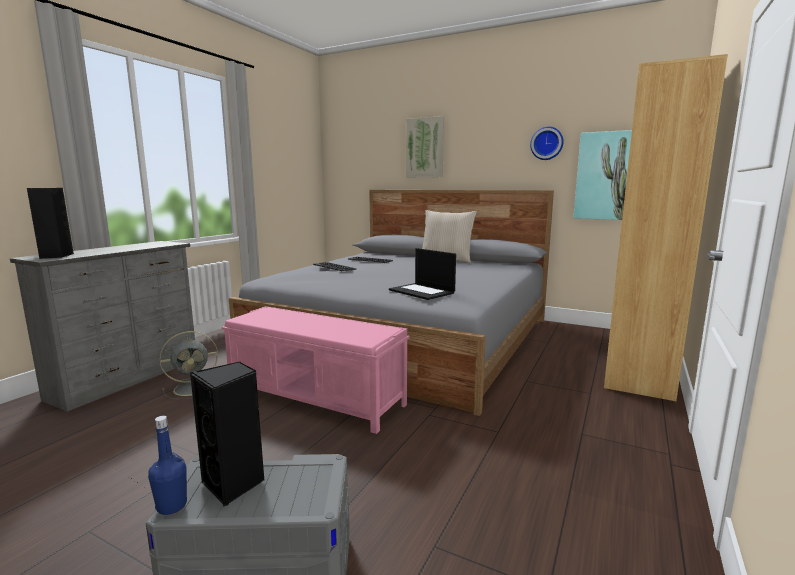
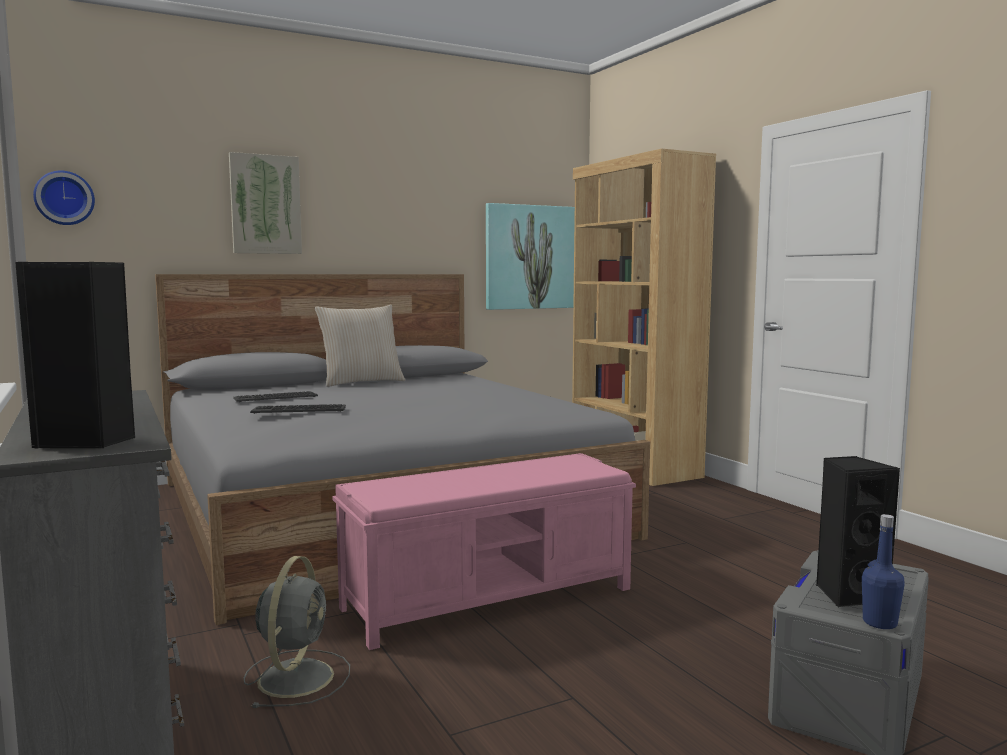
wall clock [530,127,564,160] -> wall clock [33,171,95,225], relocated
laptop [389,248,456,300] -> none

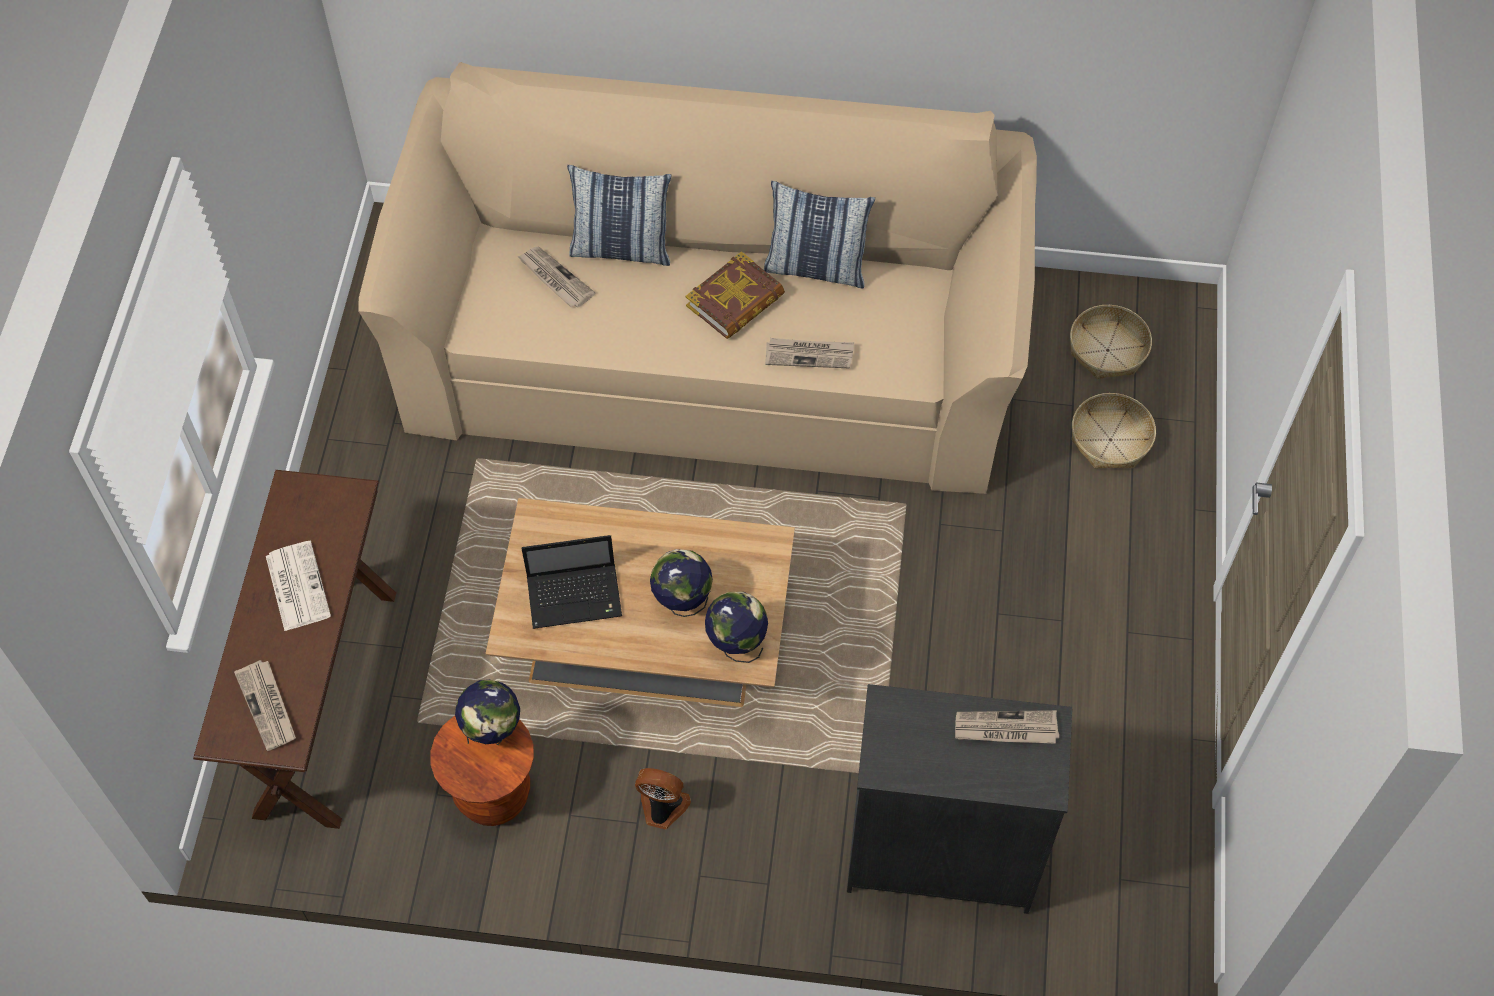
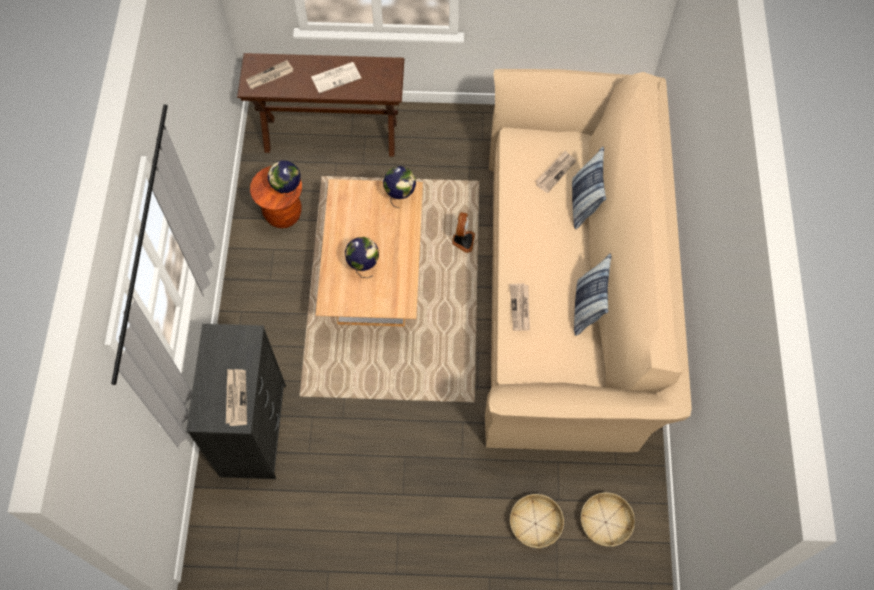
book [686,251,785,339] -> none
laptop [522,535,622,629] -> none
globe [705,592,768,663] -> globe [383,166,416,208], relocated
fan [635,768,691,830] -> fan [452,212,475,253], relocated

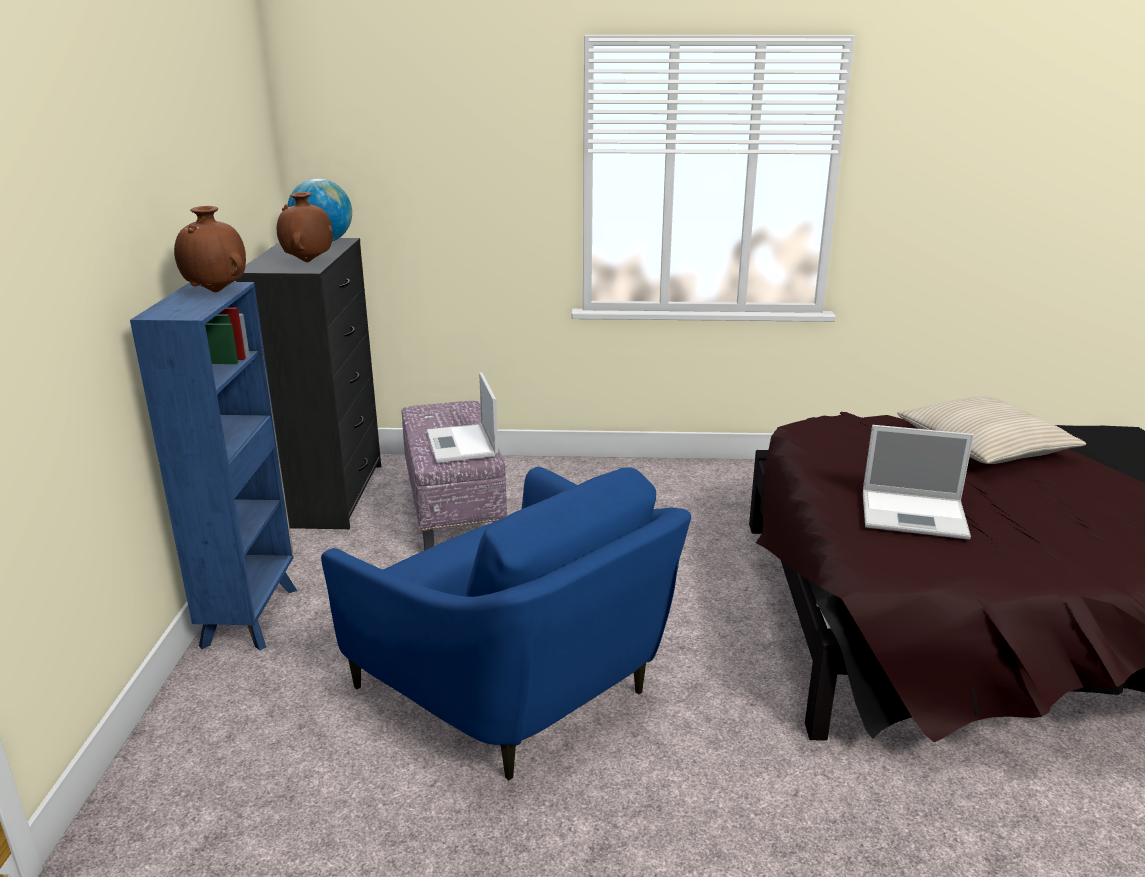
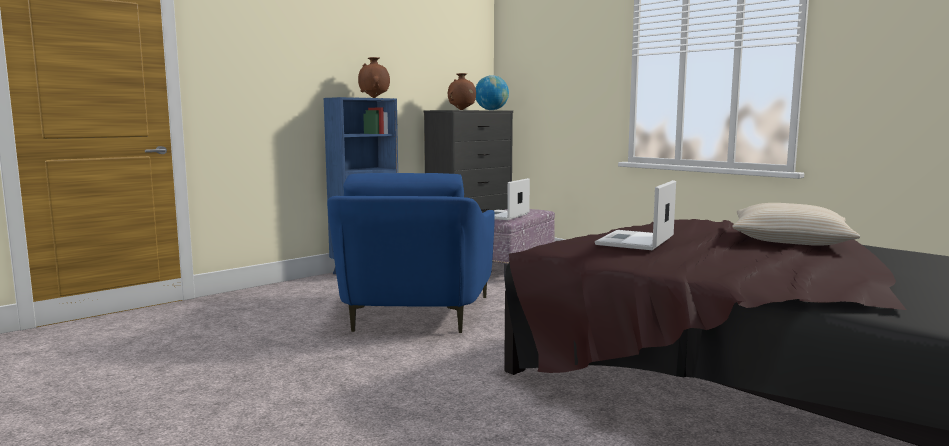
laptop [863,425,974,539] -> laptop [595,180,676,250], 60 degrees clockwise

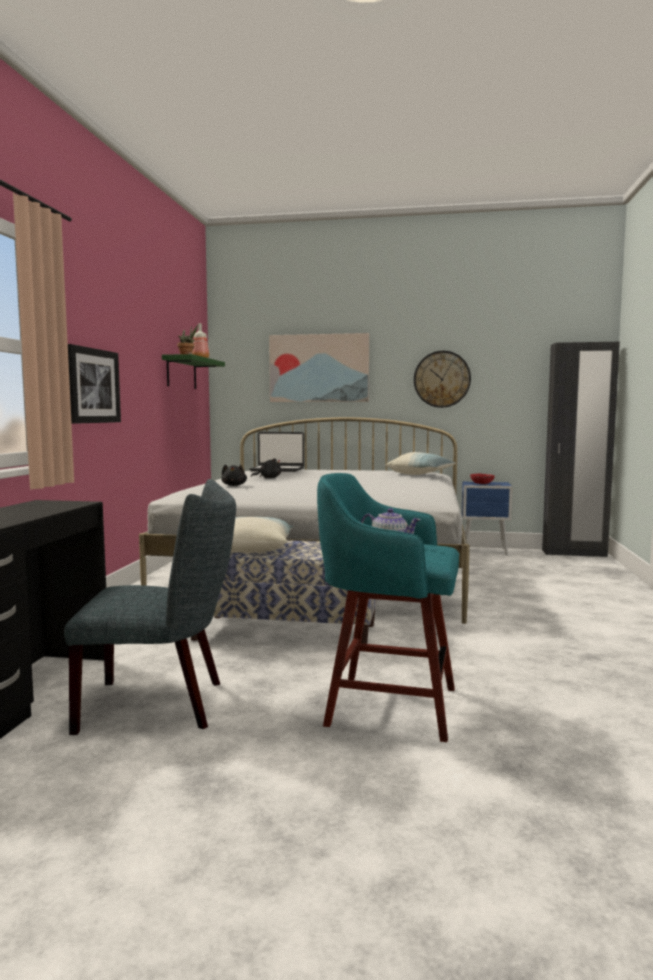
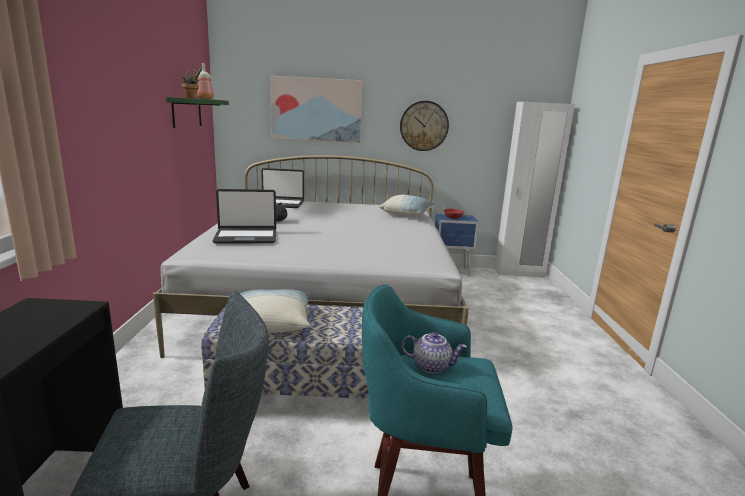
wardrobe (black) [542,342,620,557] -> wardrobe (white) [494,102,575,277]
picture [68,344,121,424] -> none
plush toy (black) [221,464,247,486] -> laptop [212,189,276,244]

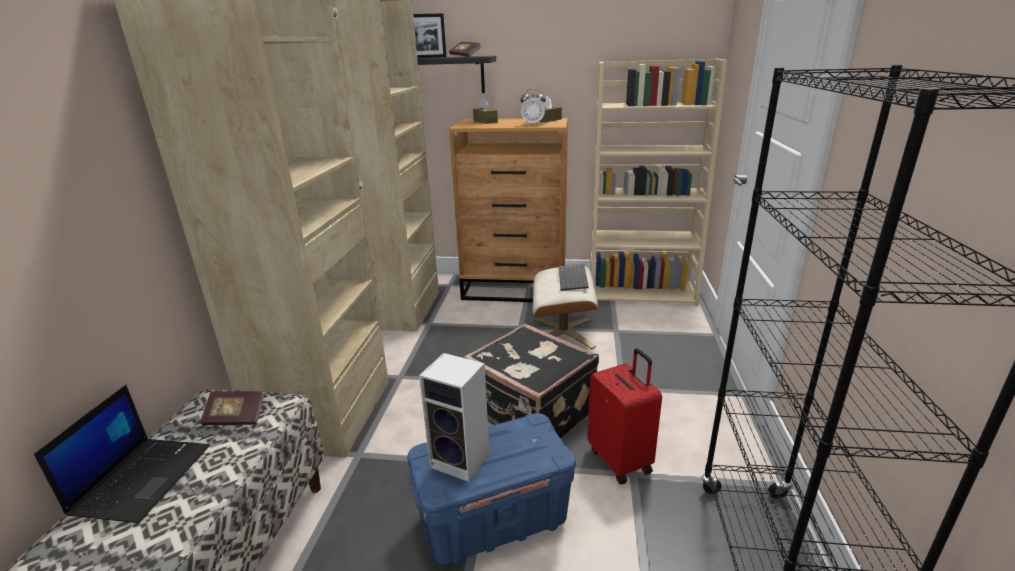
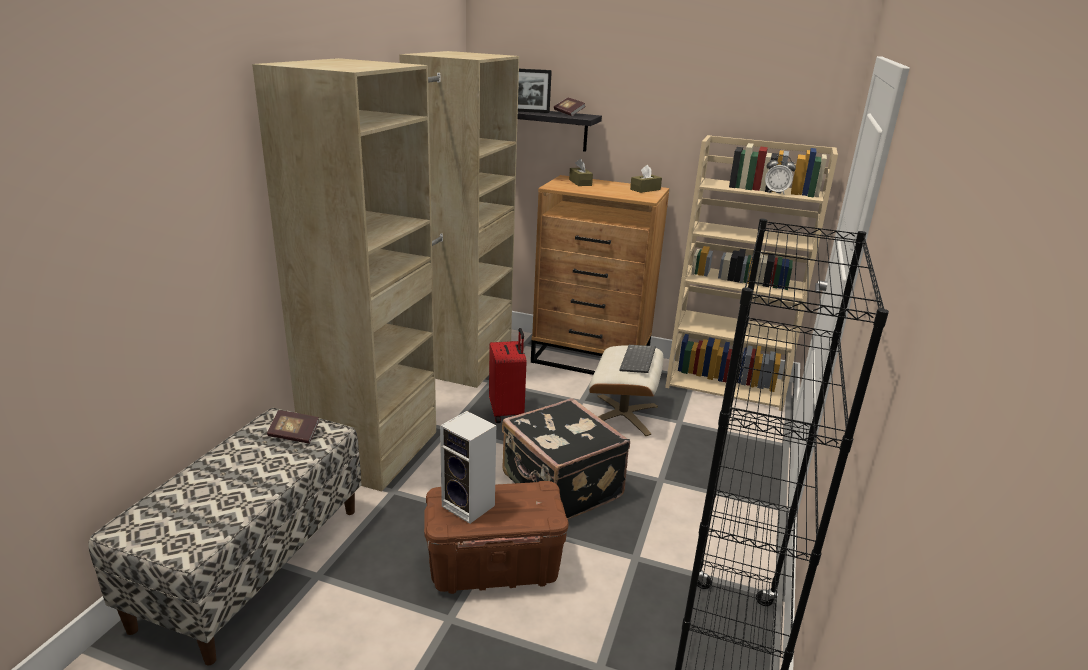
alarm clock [520,89,546,125] -> alarm clock [765,155,796,195], relocated
suitcase (red) [588,348,662,485] -> suitcase (red) [489,328,527,423], relocated
laptop [34,385,210,523] -> none
storage box (blue) [407,413,576,565] -> storage box (brown) [424,481,569,594]

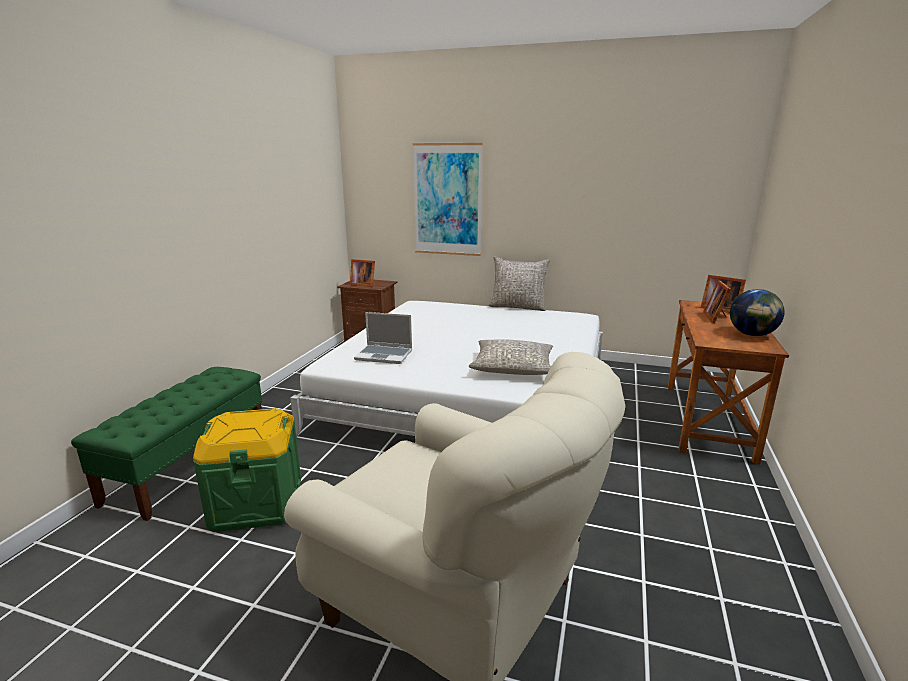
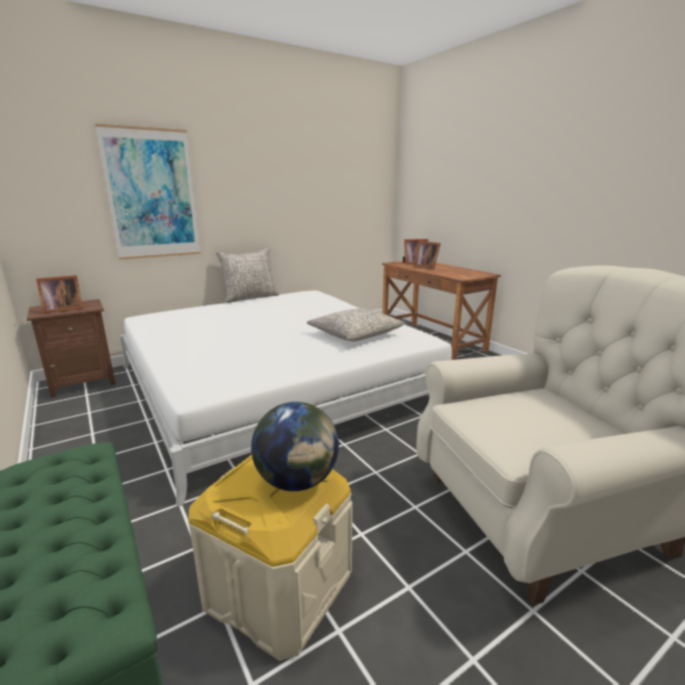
globe [730,289,784,336] -> globe [251,402,339,491], relocated
laptop [354,312,412,364] -> none
storage box (green) [193,408,301,532] -> storage box (beige) [188,455,353,661]

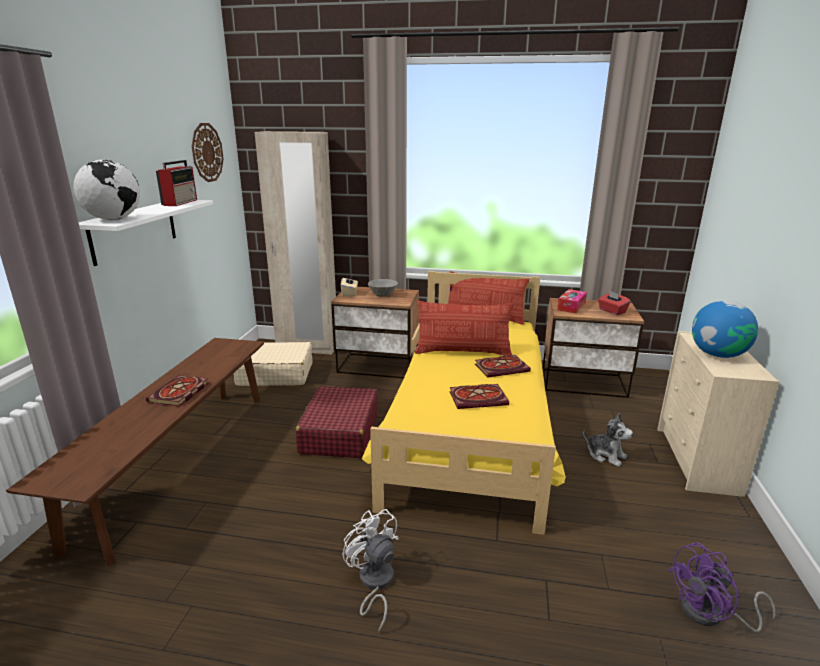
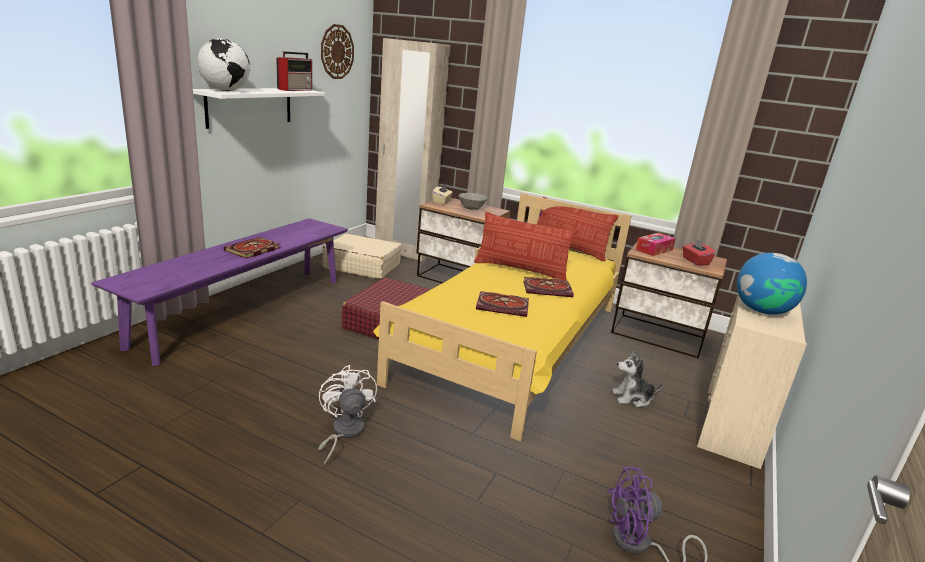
bench (brown) [6,338,264,567] -> bench (purple) [91,218,348,366]
plush toy [583,413,633,467] -> plush toy [612,351,663,407], 120 degrees clockwise

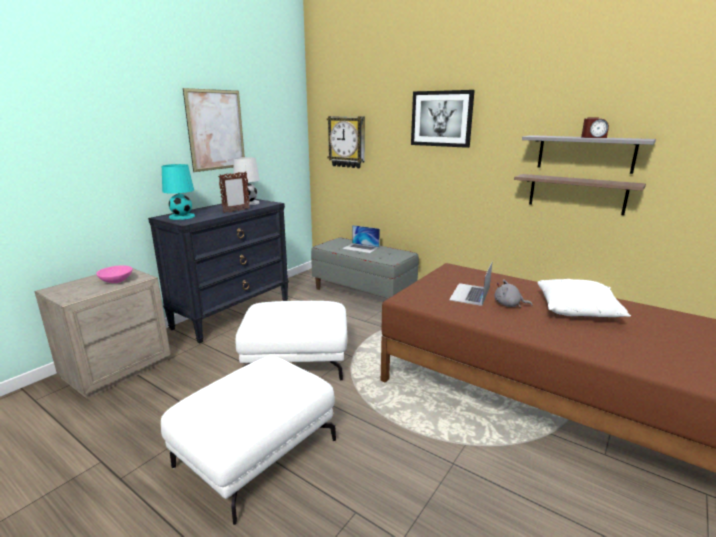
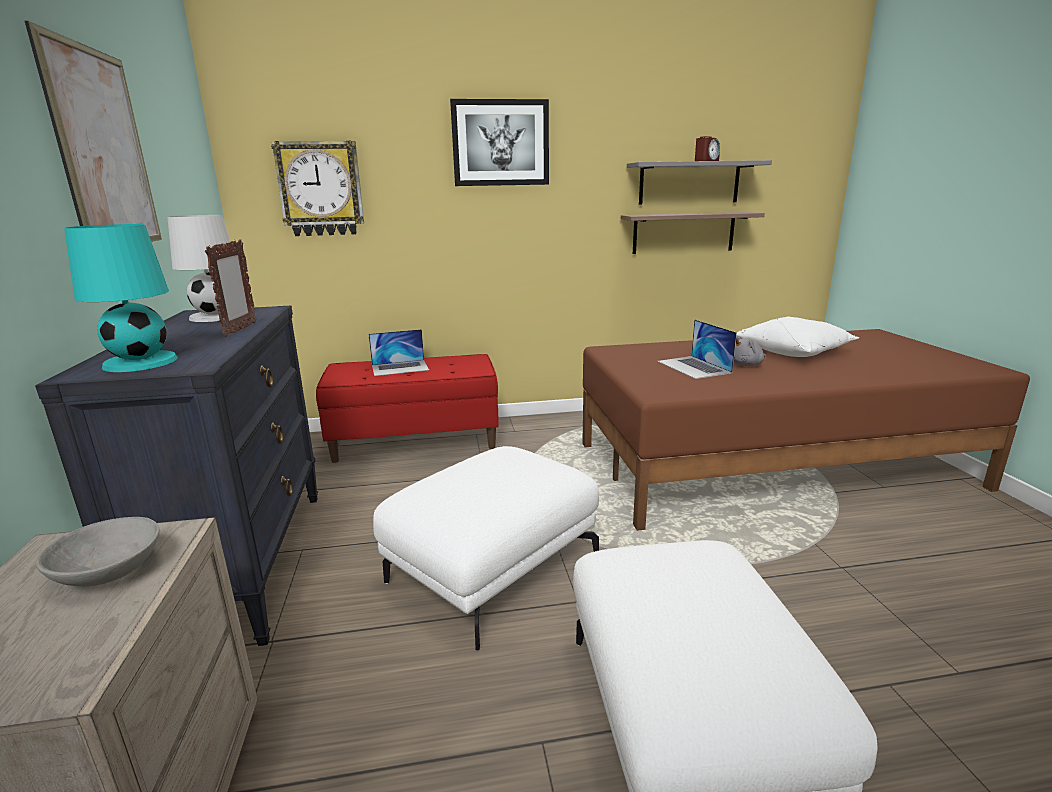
bench (grey) [311,237,419,298] -> bench (red) [316,354,499,463]
bowl (pink) [96,265,133,283] -> bowl (grey) [36,517,160,586]

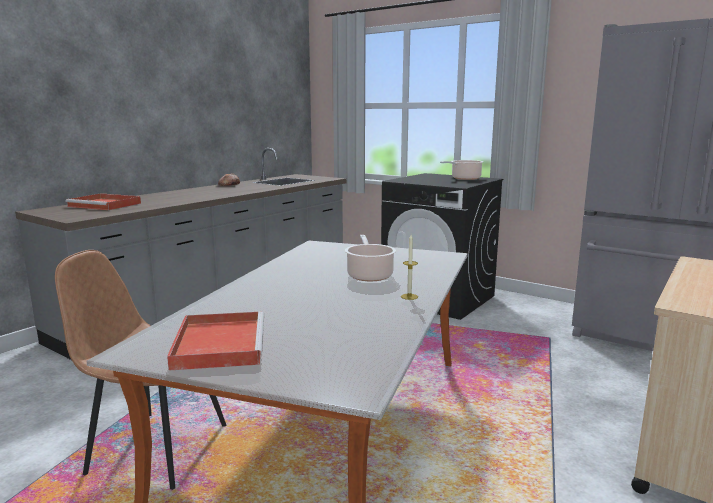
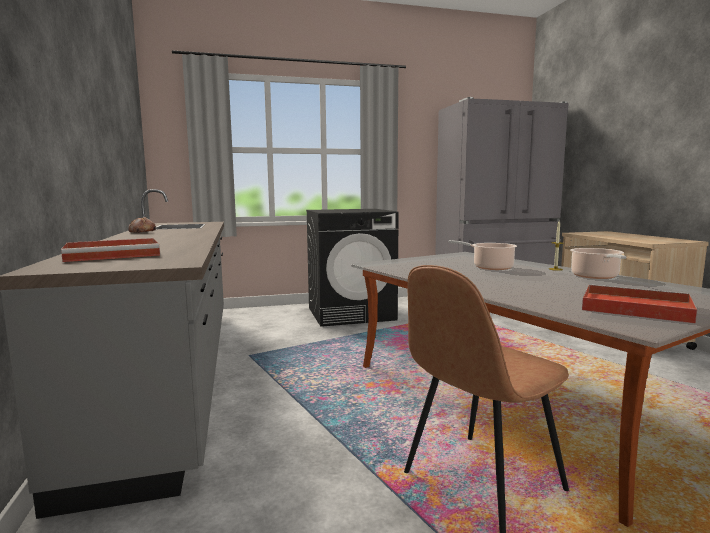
cooking pot [440,160,483,180] -> cooking pot [570,248,626,279], relocated

